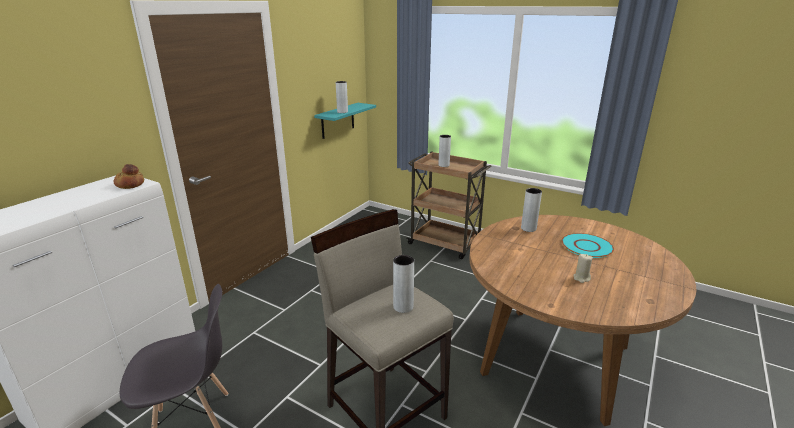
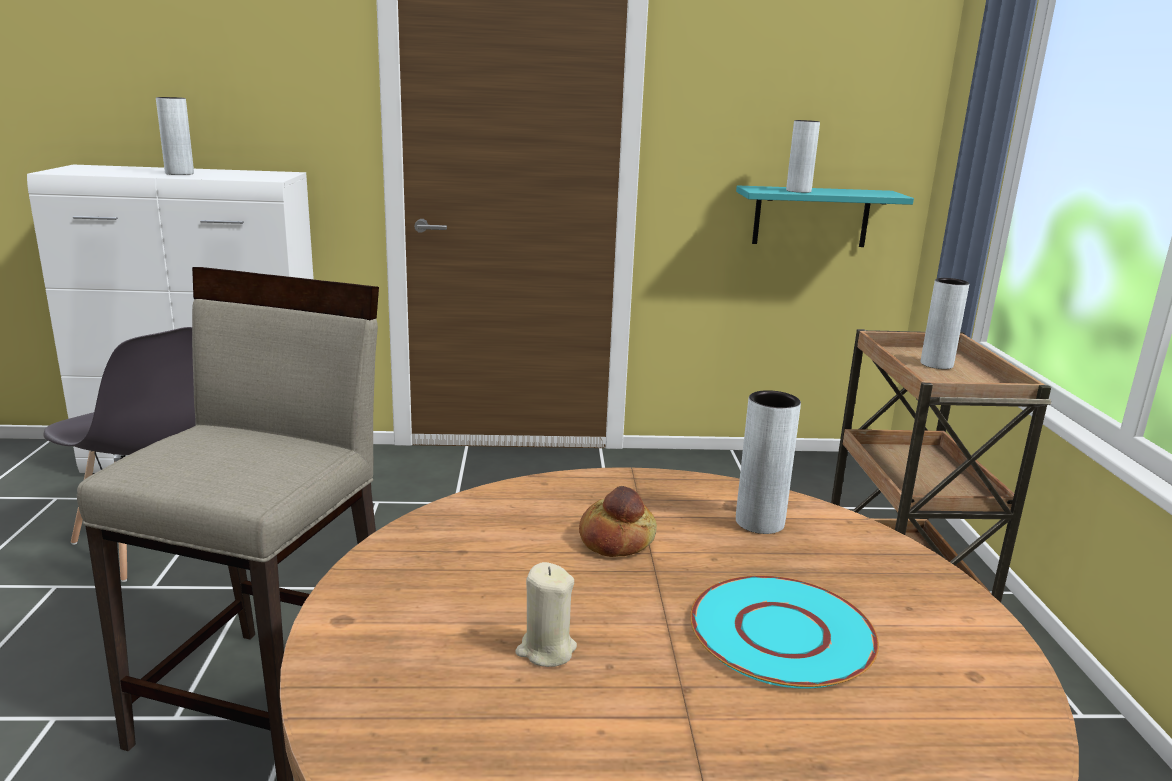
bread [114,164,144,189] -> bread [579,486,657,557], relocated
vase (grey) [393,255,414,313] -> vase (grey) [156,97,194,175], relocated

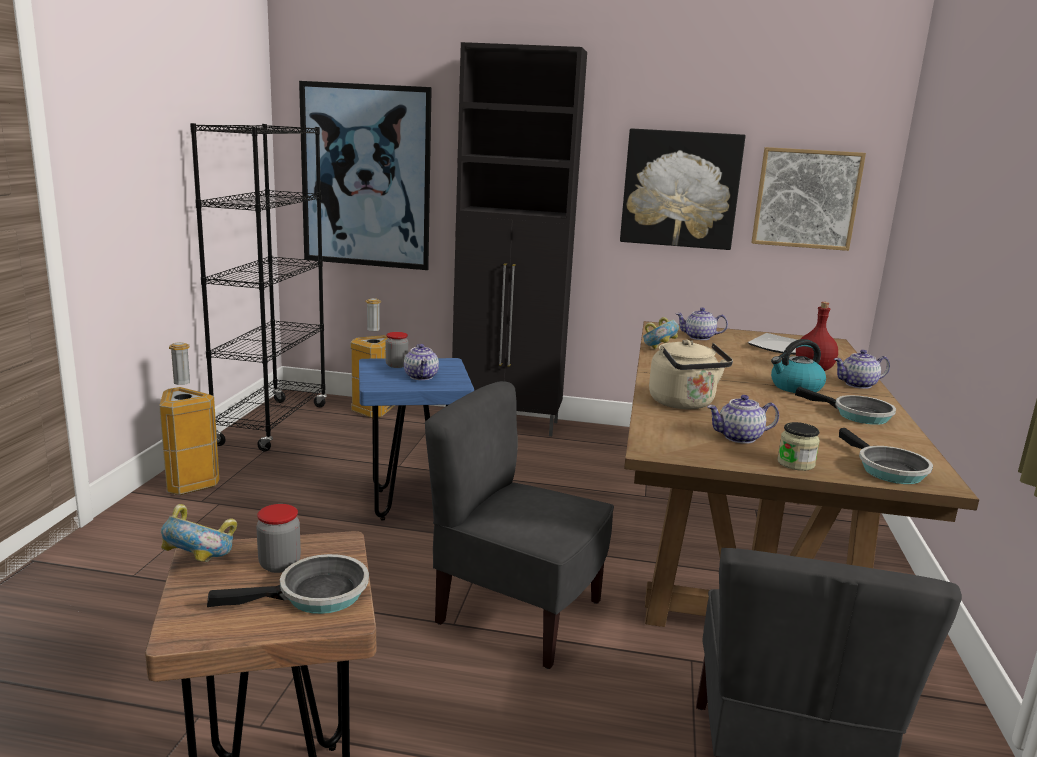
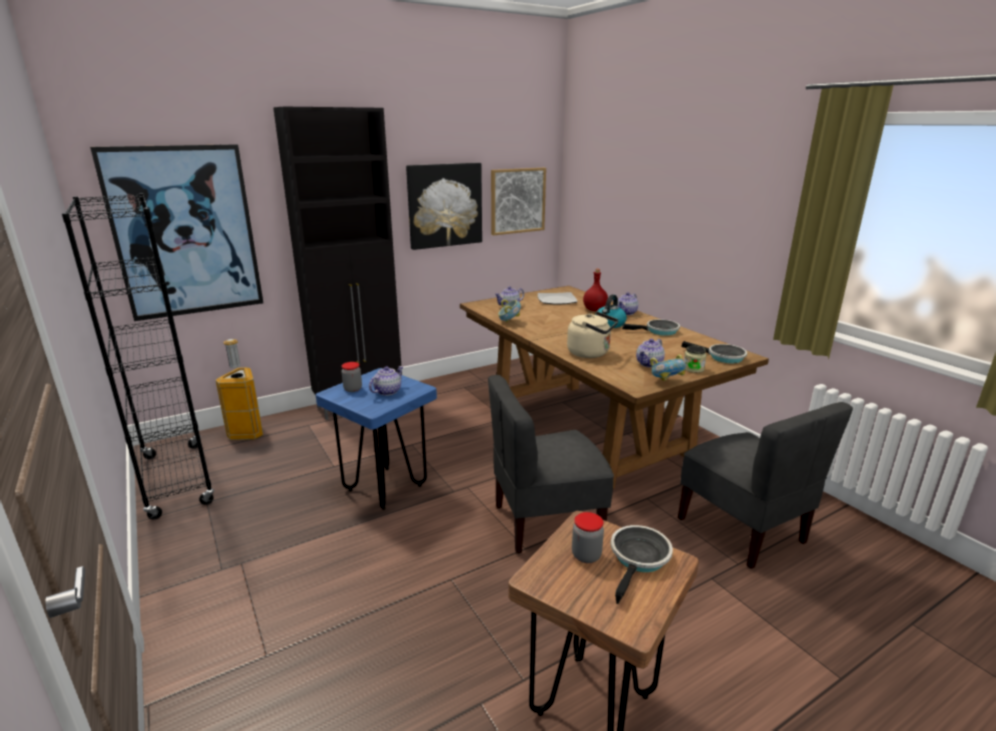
trash can [159,342,220,495] -> none
teapot [404,344,439,380] -> teapot [369,366,403,396], 90 degrees counterclockwise
bowl [161,504,237,562] -> bowl [650,354,686,381], relocated

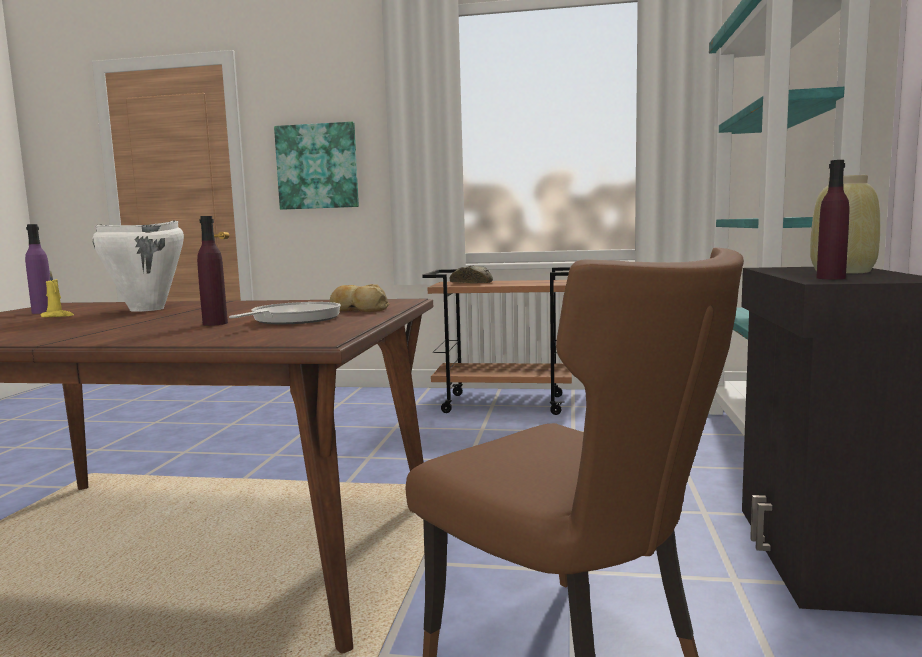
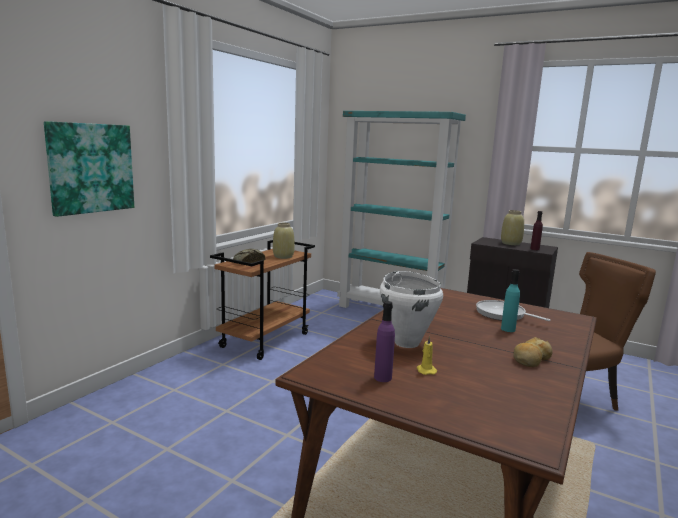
bottle (purple) [197,216,228,326] -> bottle (turquoise) [501,269,520,332]
bread [330,284,389,312] -> bread [513,337,553,367], relocated
none -> vase (beige) [273,223,295,259]

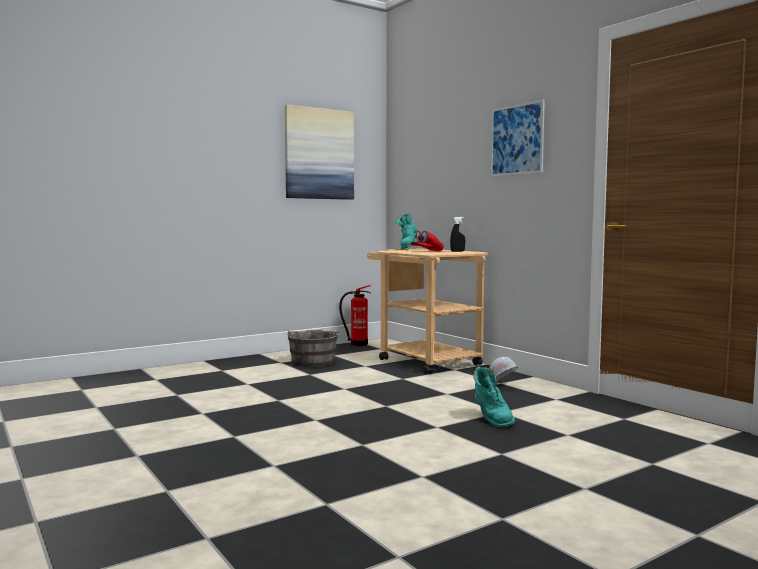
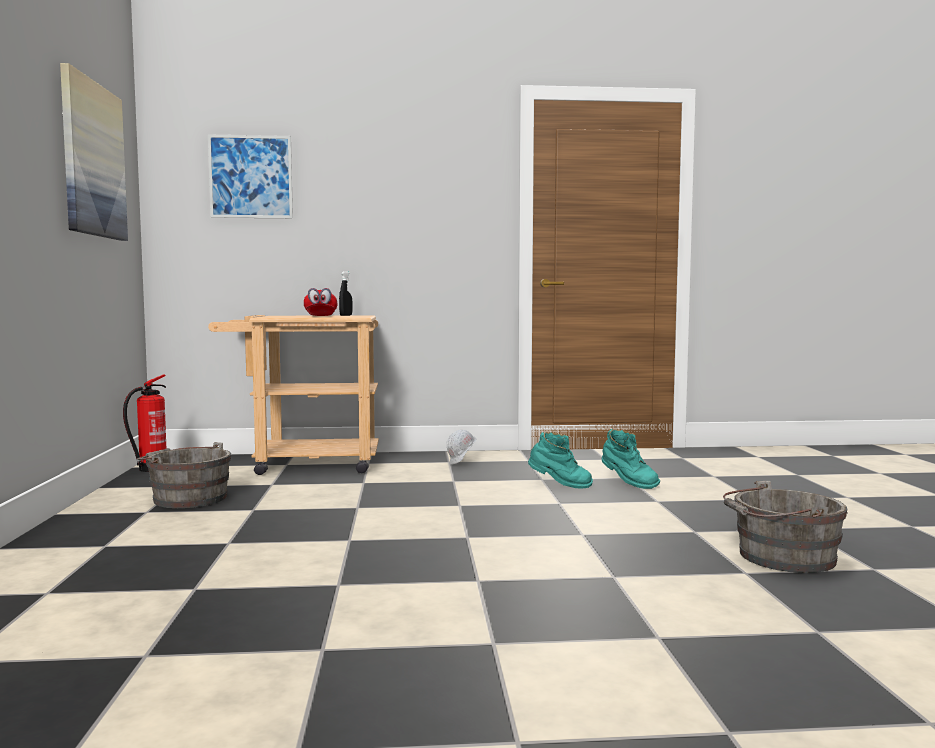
picture [491,99,545,177] -> picture [208,134,293,218], relocated
boot (turquoise) [395,214,417,250] -> boot (turquoise) [602,429,660,489], relocated
none -> bucket (grey) [723,481,848,573]

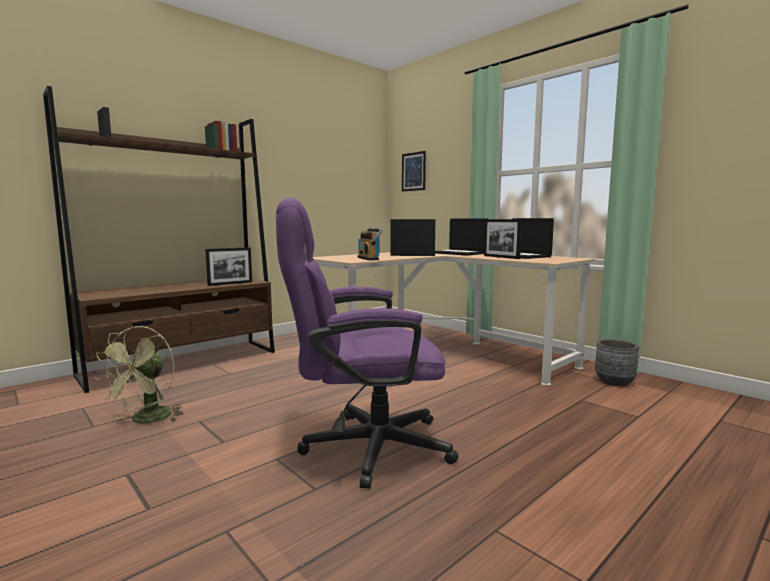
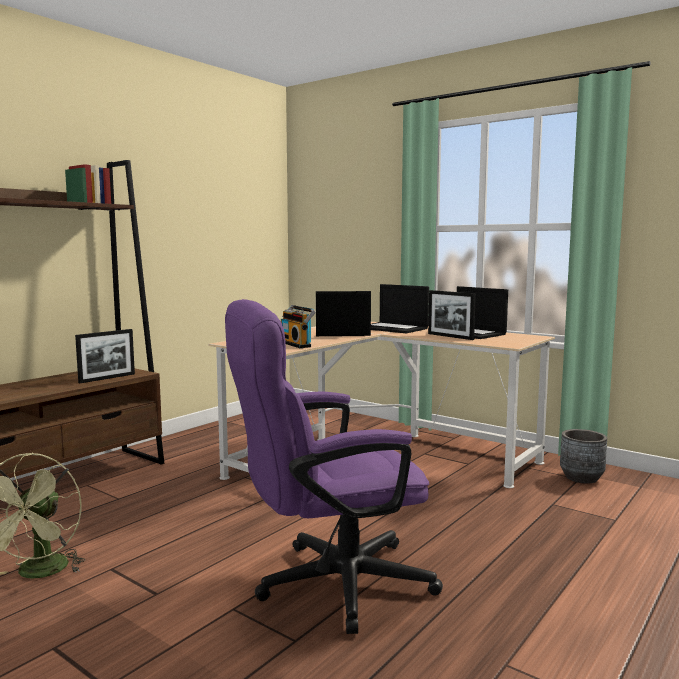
picture [402,151,426,192] -> none

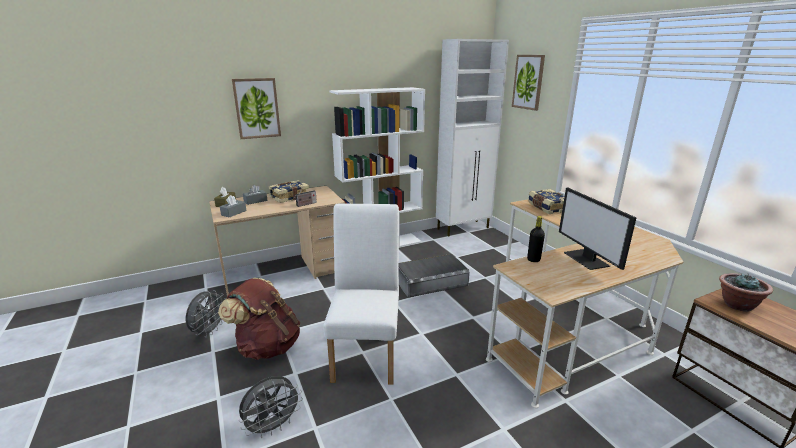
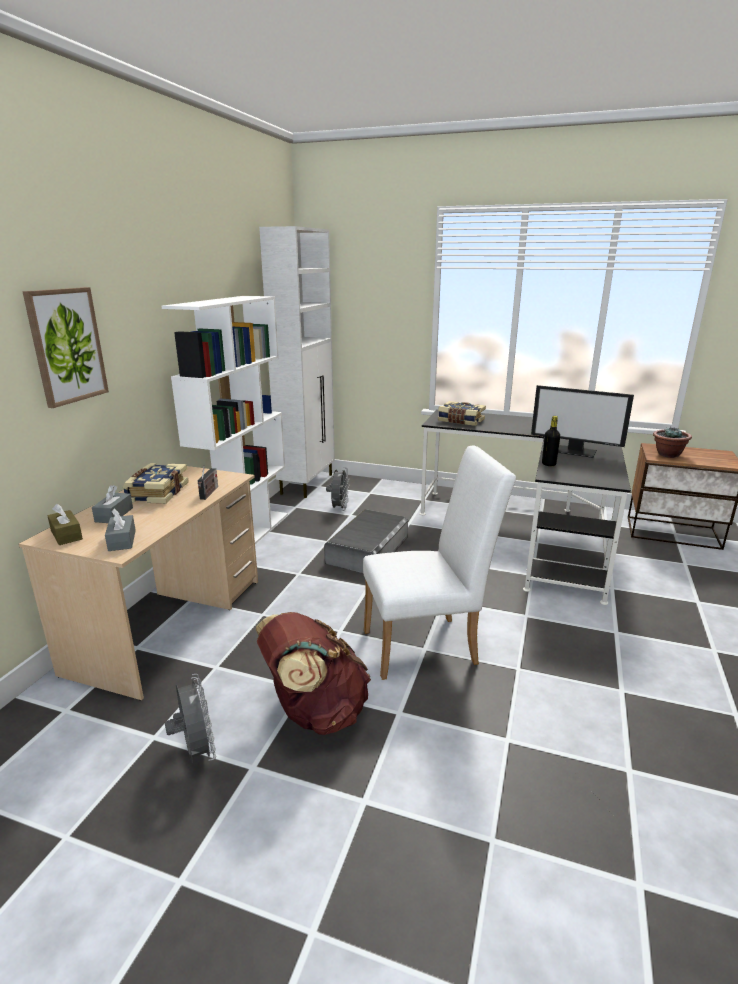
picture [512,55,545,111] -> none
desk (beige) [486,199,683,408] -> desk (black) [420,409,631,605]
chair (white) [323,204,399,385] -> chair (white) [363,446,516,680], 120 degrees clockwise
fan (grey) [239,376,303,438] -> fan (grey) [326,467,349,511], relocated

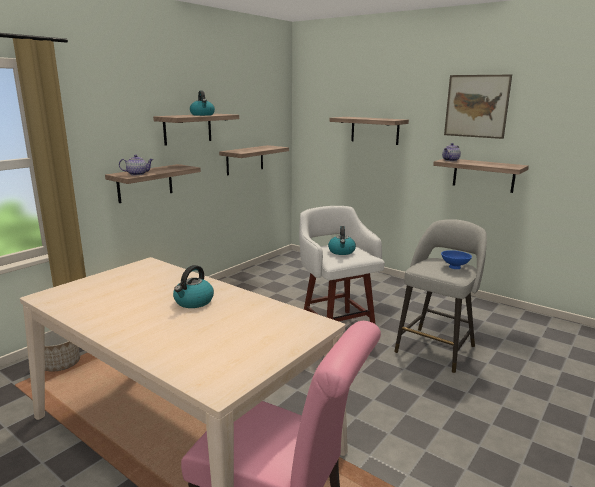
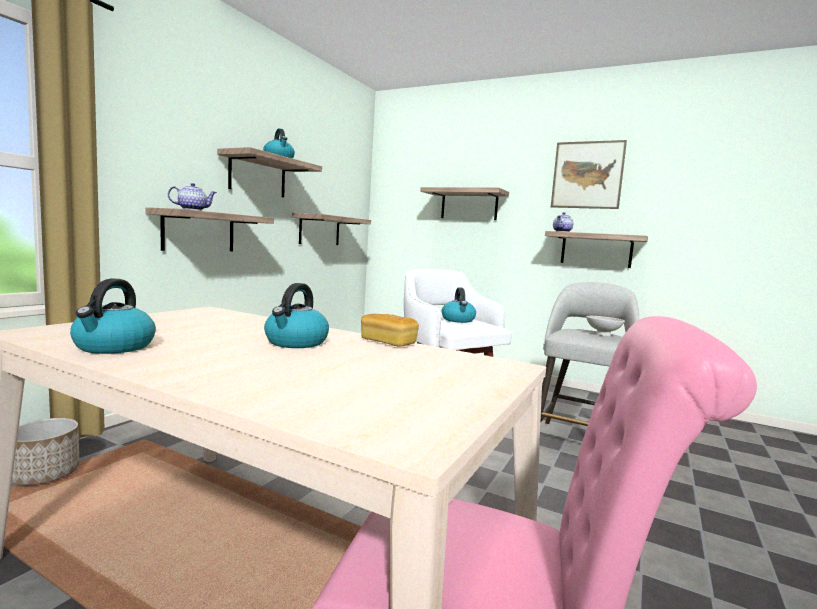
bowl (blue) [441,250,472,269] -> bowl (white) [586,316,625,336]
none -> kettle [70,279,156,354]
none -> bread [361,314,419,347]

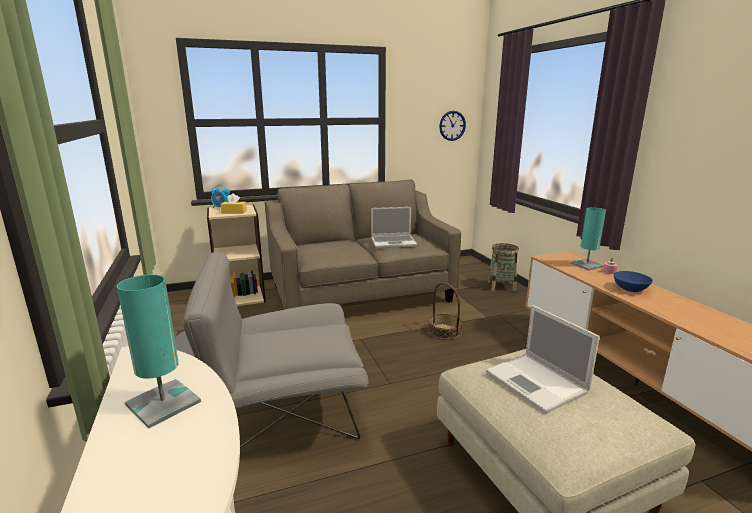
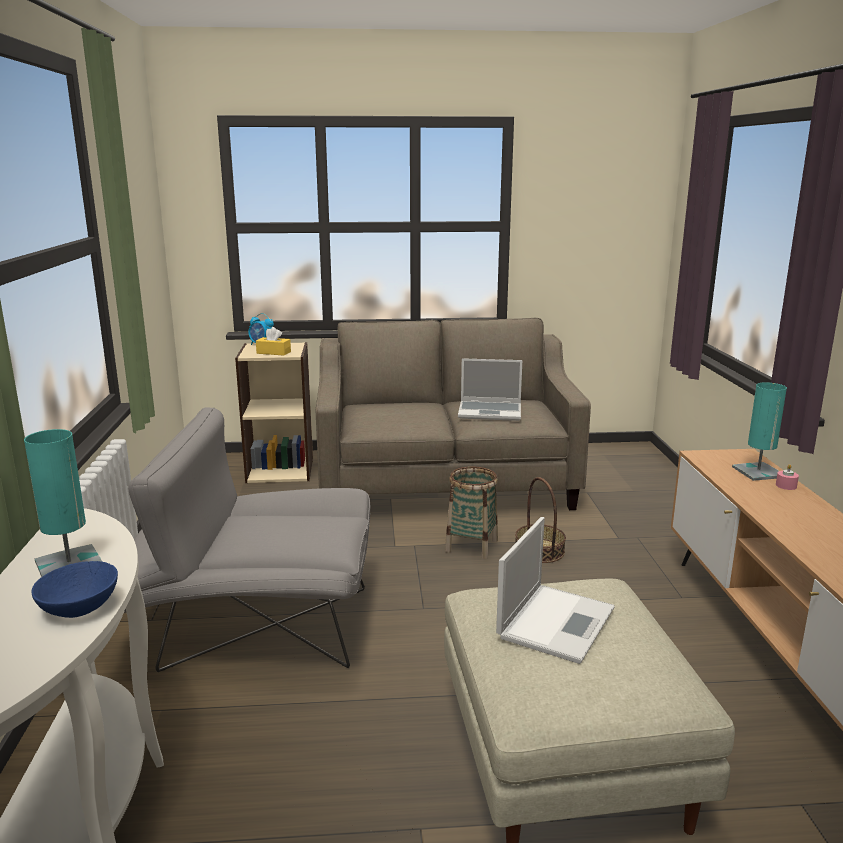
wall clock [439,111,466,141] -> none
basket [488,243,519,292] -> basket [445,466,498,559], relocated
bowl (blue) [614,271,653,292] -> bowl (blue) [32,561,118,618], relocated
laptop [486,305,600,414] -> laptop [496,517,615,664], 135 degrees counterclockwise

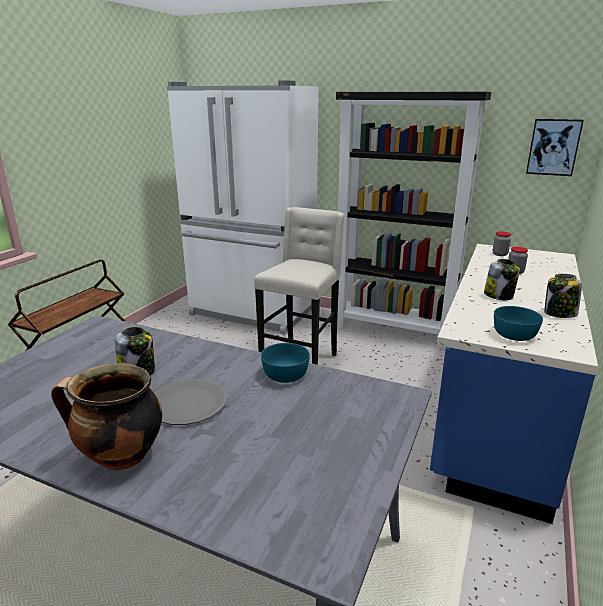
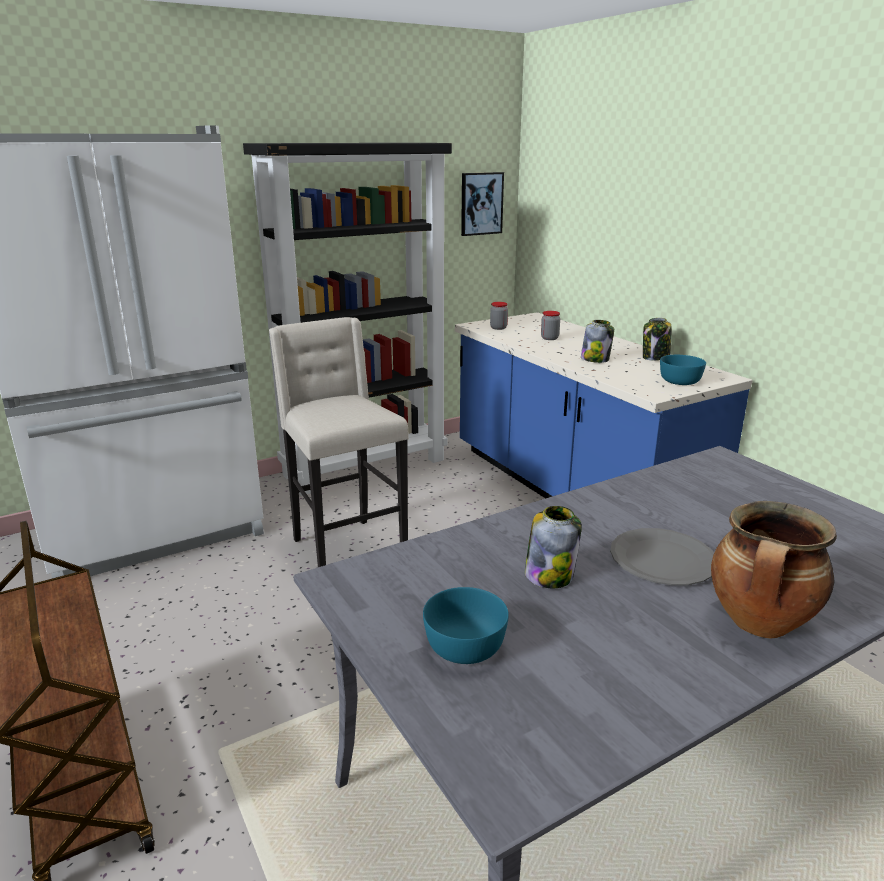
bowl (turquoise) [261,343,310,383] -> bowl (turquoise) [423,587,509,664], relocated

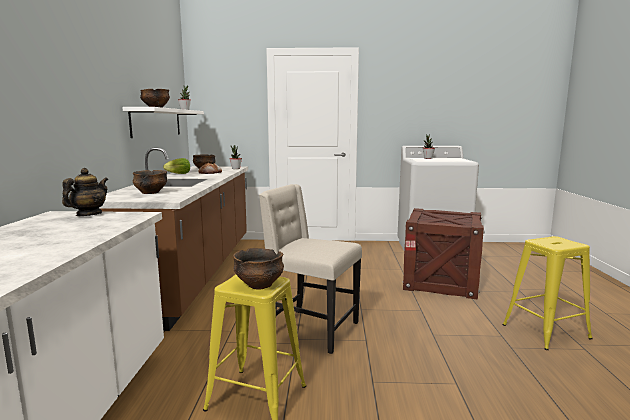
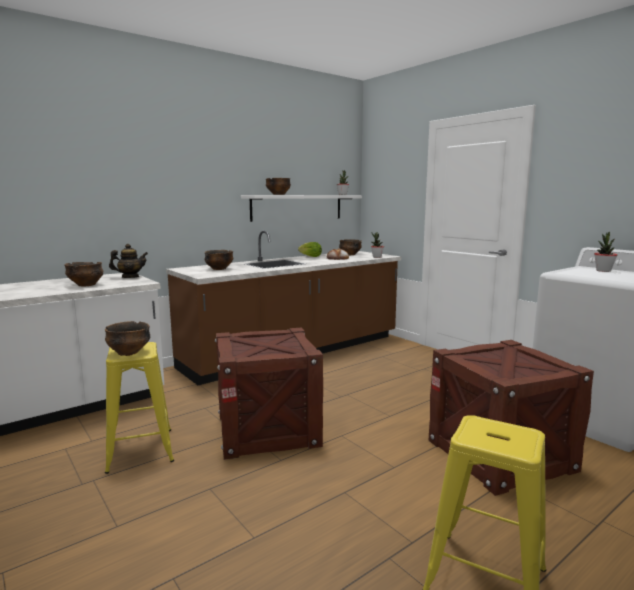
chair (beige) [259,184,362,354] -> crate [215,328,323,460]
none -> bowl [64,262,103,286]

